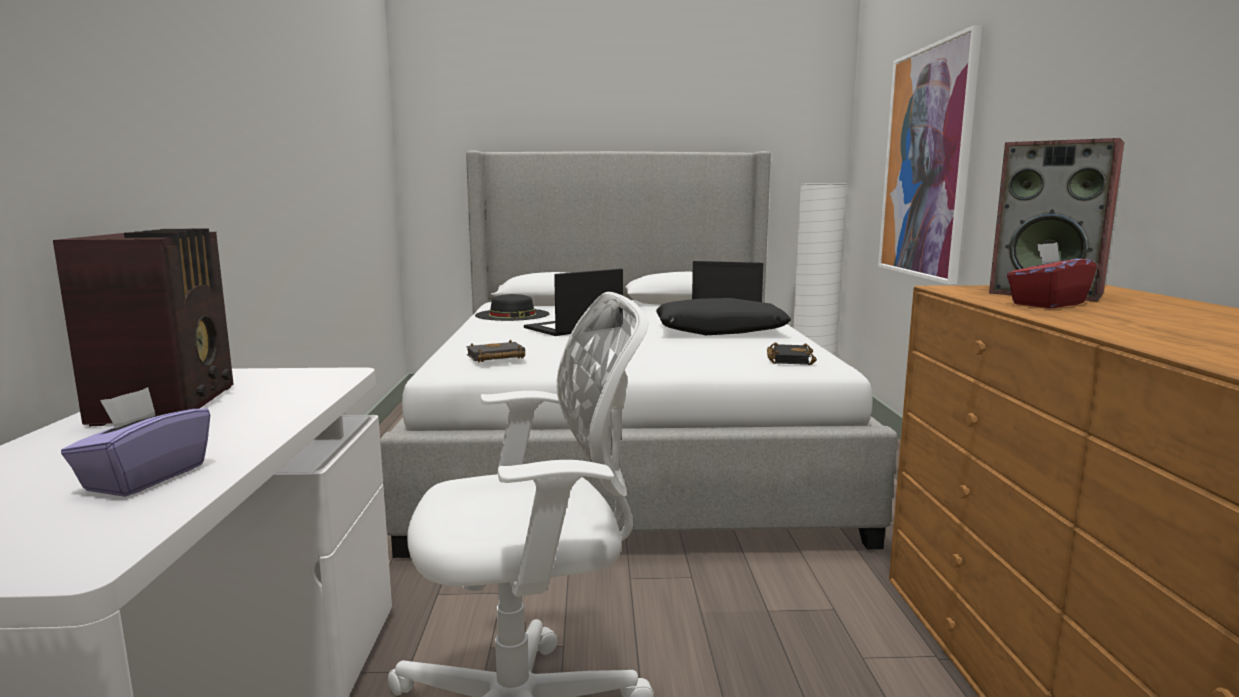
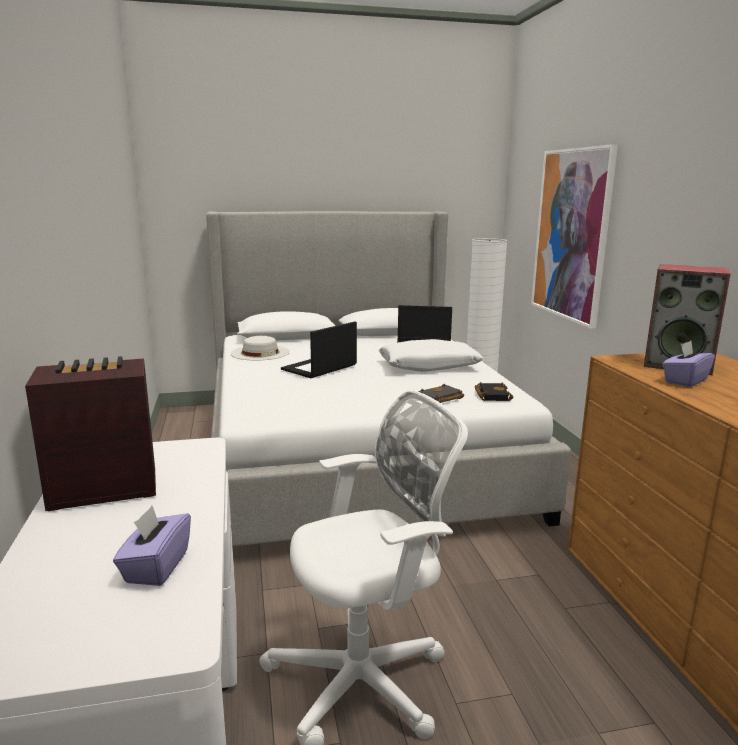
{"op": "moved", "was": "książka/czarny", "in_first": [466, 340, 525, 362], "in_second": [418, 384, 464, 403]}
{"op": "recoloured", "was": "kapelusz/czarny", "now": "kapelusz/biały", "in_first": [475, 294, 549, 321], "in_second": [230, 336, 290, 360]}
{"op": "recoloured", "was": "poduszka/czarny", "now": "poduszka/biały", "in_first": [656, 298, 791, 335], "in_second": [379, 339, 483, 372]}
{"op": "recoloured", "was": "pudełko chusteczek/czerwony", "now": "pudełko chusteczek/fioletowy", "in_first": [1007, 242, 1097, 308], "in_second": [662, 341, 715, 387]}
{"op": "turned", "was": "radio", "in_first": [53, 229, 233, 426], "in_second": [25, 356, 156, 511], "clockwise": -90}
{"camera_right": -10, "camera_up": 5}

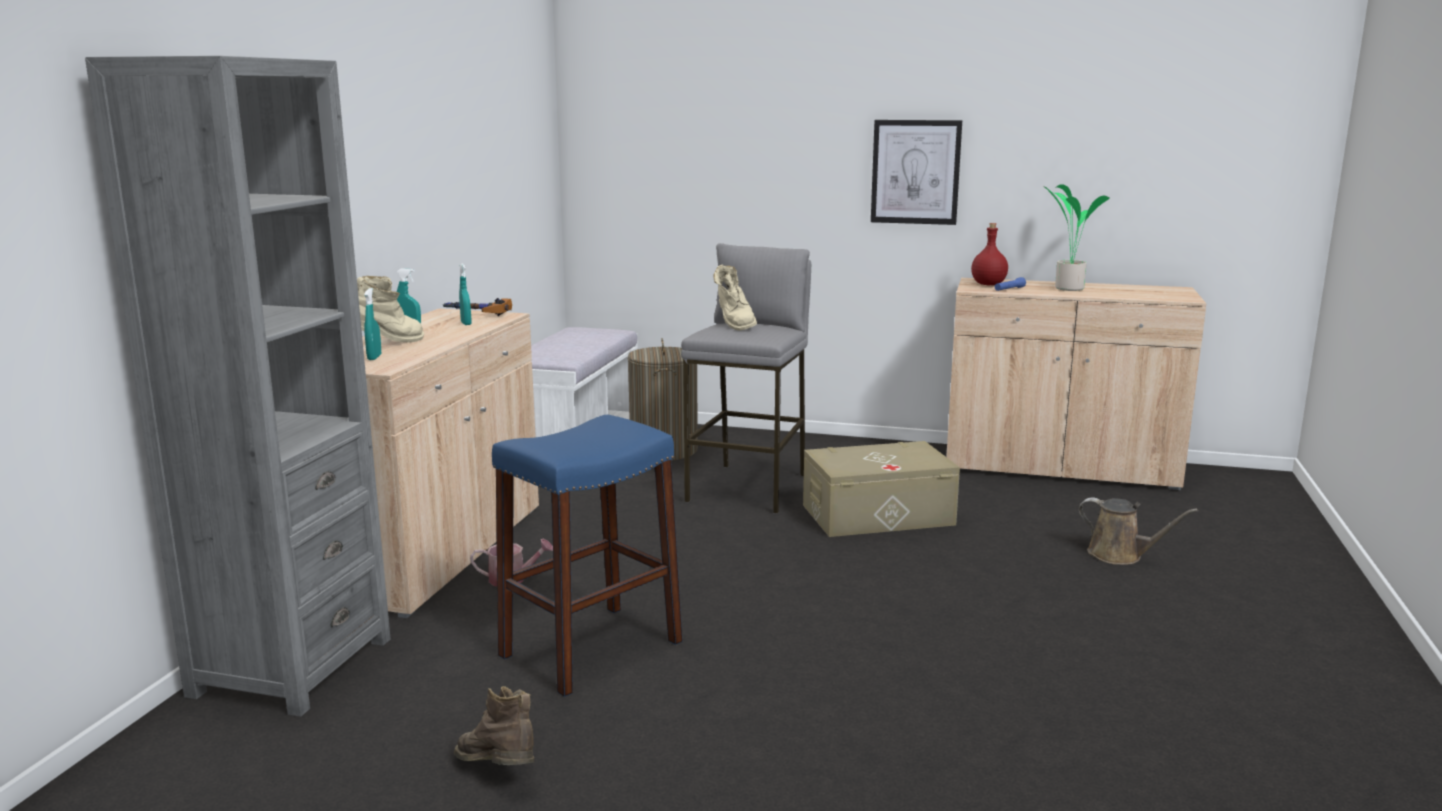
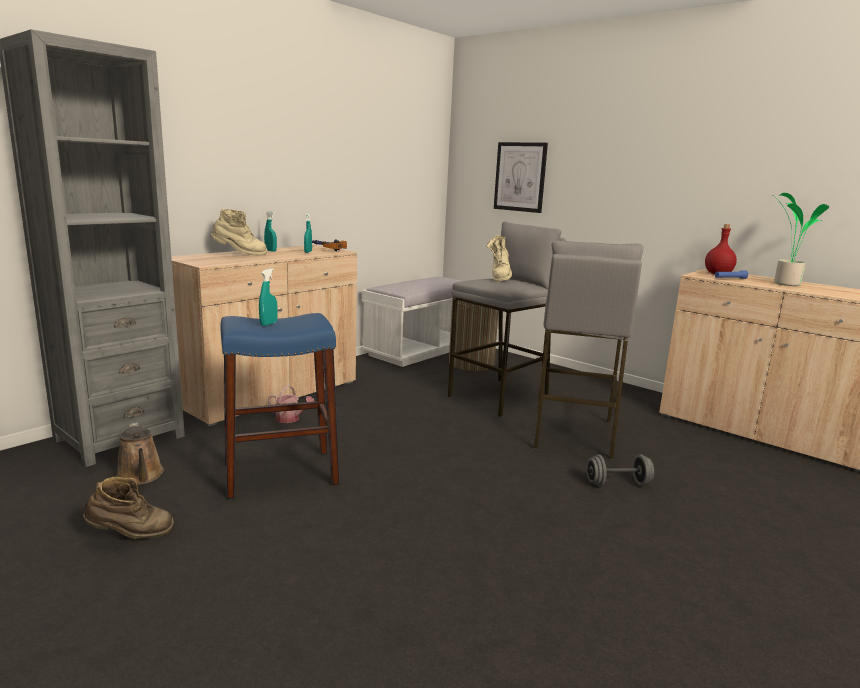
{"op": "added", "now": "hantel/szary", "in_second": [586, 454, 654, 486]}
{"op": "moved", "was": "spryskiwacz/turkusowy", "in_first": [364, 288, 381, 360], "in_second": [259, 268, 278, 326]}
{"op": "moved", "was": "obraz", "in_first": [871, 120, 962, 225], "in_second": [494, 142, 548, 213]}
{"op": "moved", "was": "konewka/brązowy", "in_first": [1078, 498, 1198, 565], "in_second": [116, 422, 164, 485]}
{"op": "replaced", "was": "pojemnik do przechowywania/beżowy", "now": "stołek/szary", "in_first": [803, 441, 960, 537], "in_second": [534, 241, 643, 460]}
{"op": "turned", "was": "but z cholewką/brązowy", "in_first": [454, 686, 534, 765], "in_second": [83, 477, 174, 539], "clockwise": 90}
{"camera_right": 25, "camera_up": 0}

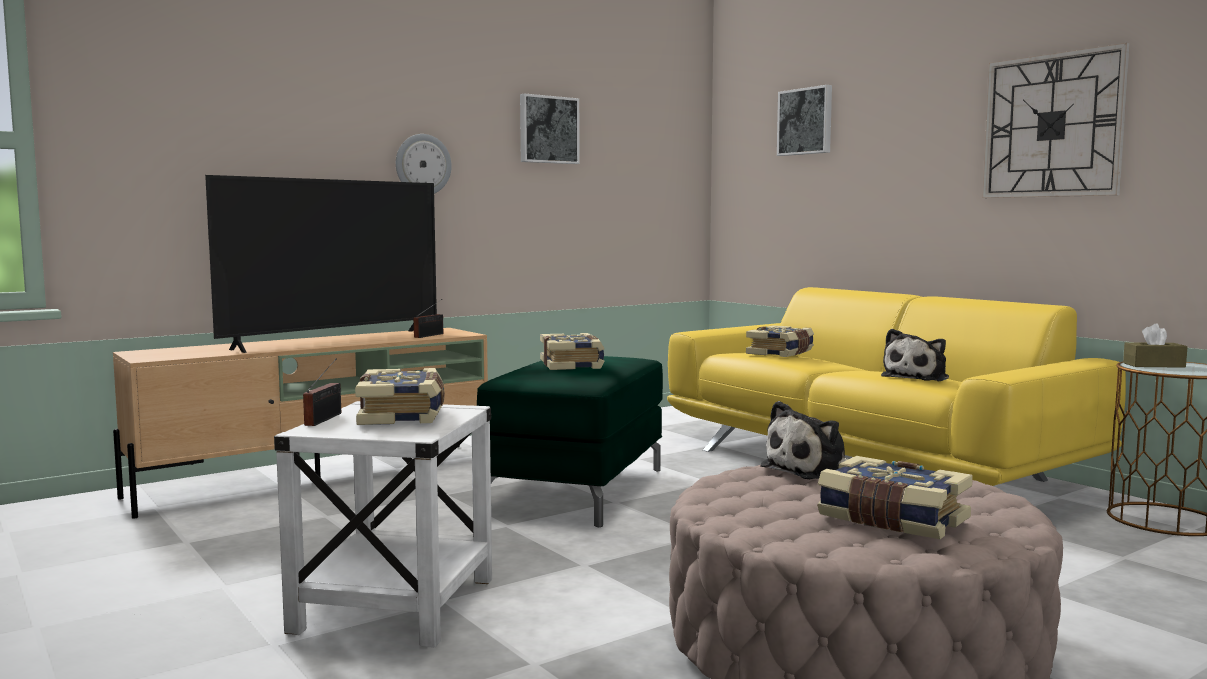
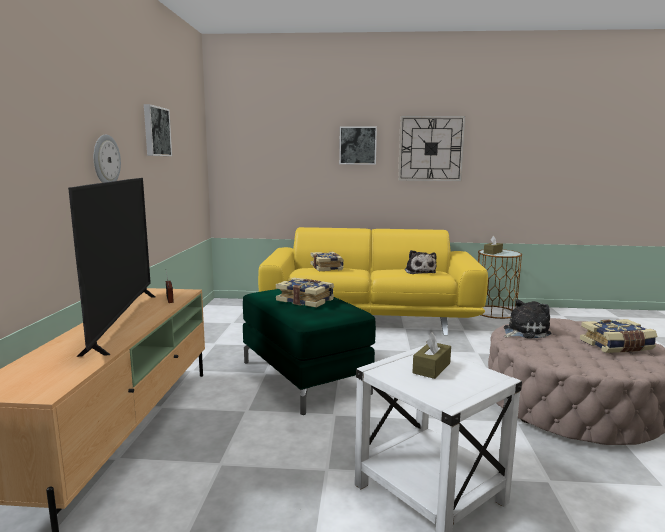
{"op": "removed", "was": "radio", "in_first": [303, 359, 341, 426]}
{"op": "moved", "was": "obraz", "in_first": [777, 85, 832, 156], "in_second": [339, 126, 377, 165]}
{"op": "replaced", "was": "książka", "now": "pudełko chusteczek/brązowy", "in_first": [355, 368, 445, 425], "in_second": [412, 332, 451, 379]}
{"op": "turned", "was": "pluszak", "in_first": [760, 401, 848, 480], "in_second": [504, 299, 552, 339], "clockwise": -120}
{"camera_right": -50, "camera_up": 5}

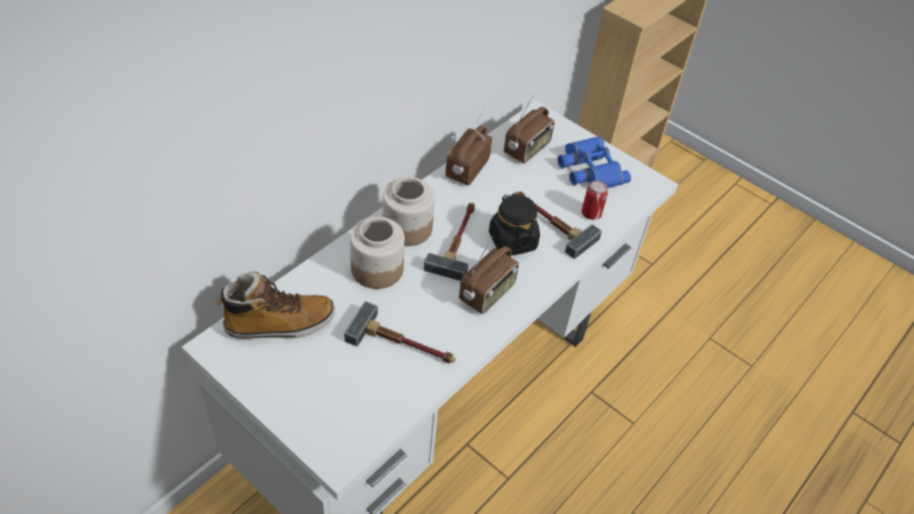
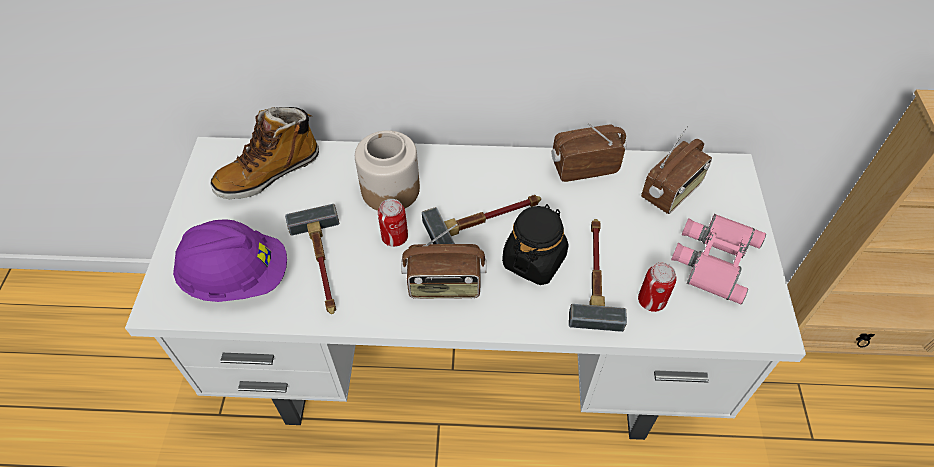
{"op": "removed", "was": "słoik", "in_first": [383, 177, 435, 246]}
{"op": "added", "now": "kask/fioletowy", "in_second": [173, 219, 287, 302]}
{"op": "added", "now": "puszka", "in_second": [378, 199, 408, 247]}
{"op": "recoloured", "was": "lornetka/niebieski", "now": "lornetka/różowy", "in_first": [558, 137, 631, 188], "in_second": [671, 214, 766, 304]}
{"op": "turned", "was": "but z cholewką", "in_first": [216, 271, 335, 339], "in_second": [210, 107, 319, 199], "clockwise": 105}
{"op": "turned", "was": "radio", "in_first": [504, 95, 555, 164], "in_second": [641, 125, 712, 214], "clockwise": -45}
{"camera_right": 55, "camera_up": 5}

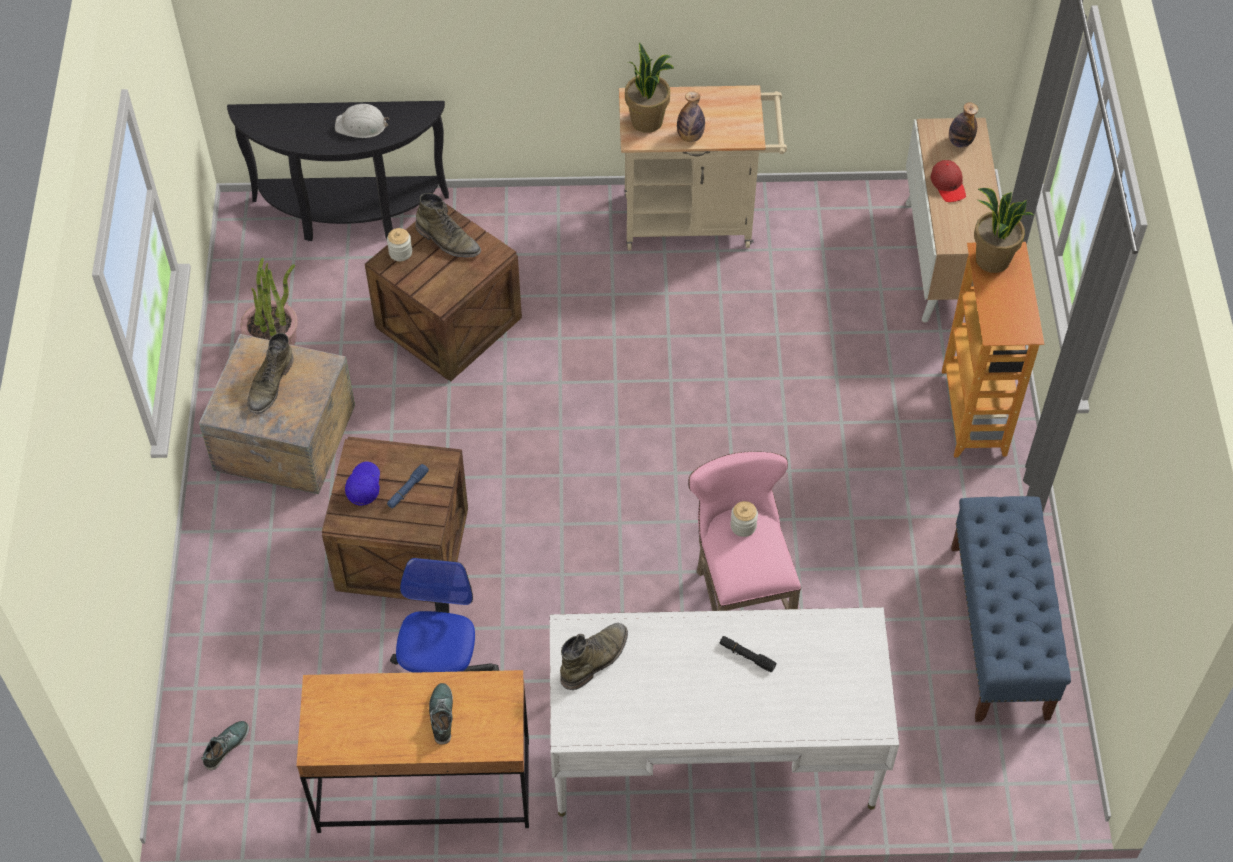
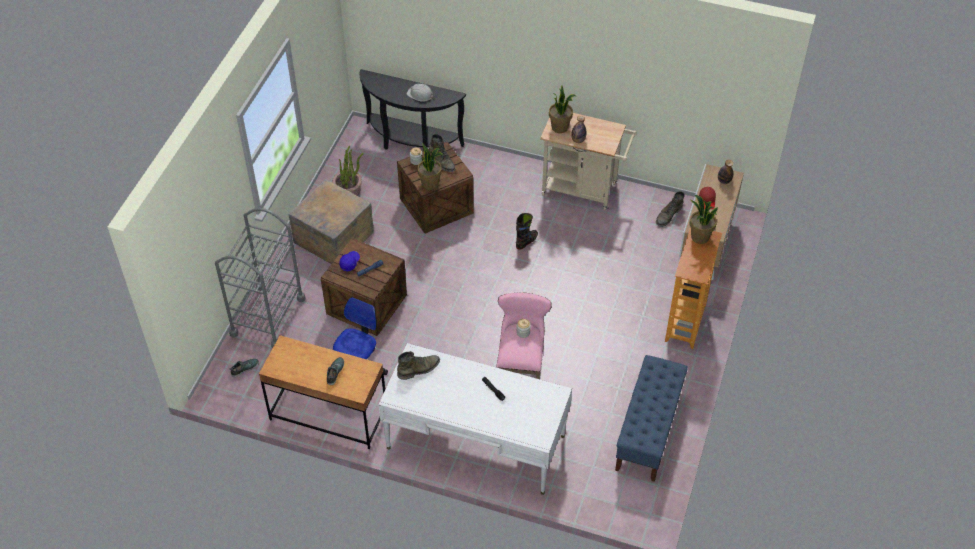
{"op": "added", "now": "wózek/szary", "in_second": [215, 208, 305, 348]}
{"op": "added", "now": "roślina doniczkowa", "in_second": [417, 144, 443, 190]}
{"op": "added", "now": "but z cholewką/czarny", "in_second": [516, 213, 538, 250]}
{"op": "moved", "was": "but z cholewką/zielony", "in_first": [247, 333, 294, 414], "in_second": [656, 191, 685, 227]}
{"camera_right": 20, "camera_up": -5}

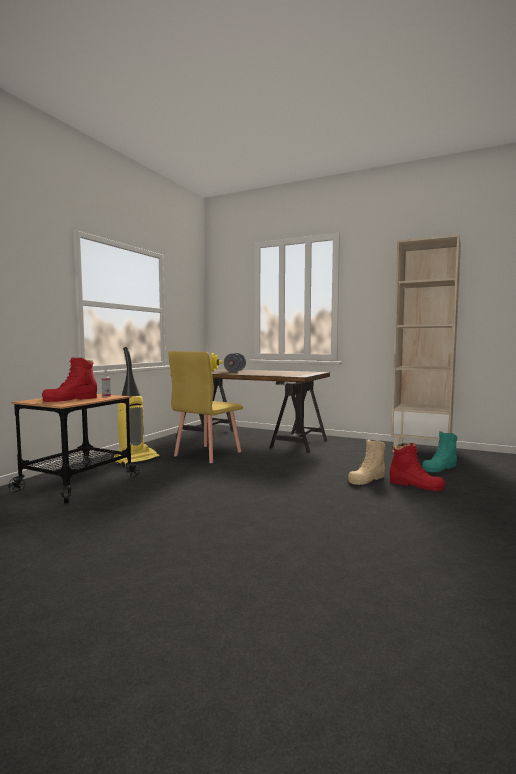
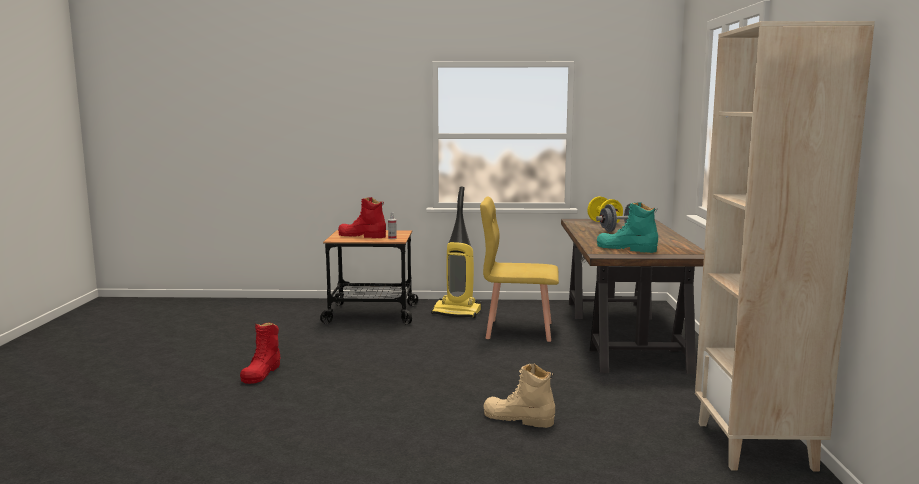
{"op": "moved", "was": "but z cholewką/czerwony", "in_first": [389, 443, 445, 491], "in_second": [240, 322, 281, 384]}
{"op": "moved", "was": "but z cholewką/turkusowy", "in_first": [422, 431, 457, 472], "in_second": [597, 202, 658, 253]}
{"camera_right": 65, "camera_up": 5}

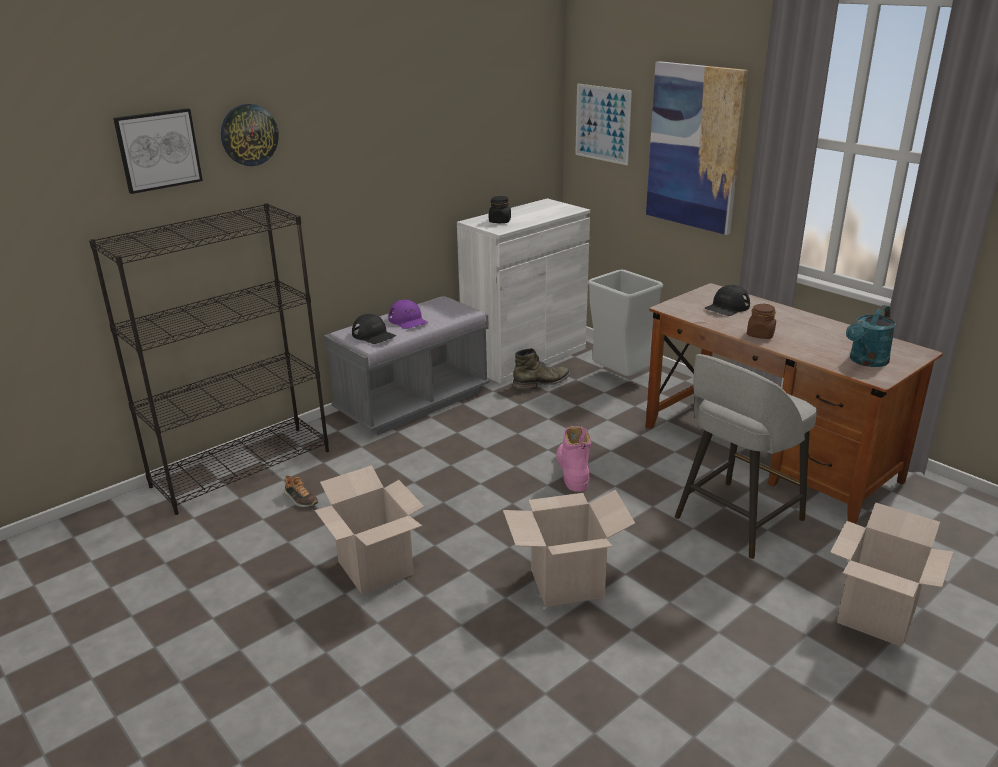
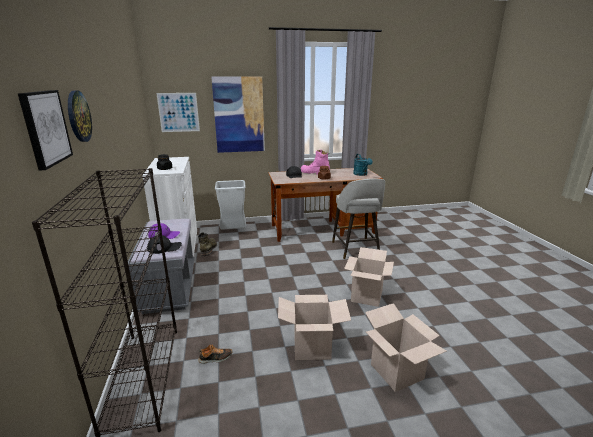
{"op": "moved", "was": "but z cholewką/różowy", "in_first": [556, 426, 591, 492], "in_second": [301, 150, 330, 175]}
{"op": "moved", "was": "karton", "in_first": [830, 503, 954, 647], "in_second": [365, 303, 447, 392]}
{"camera_right": -60, "camera_up": -5}

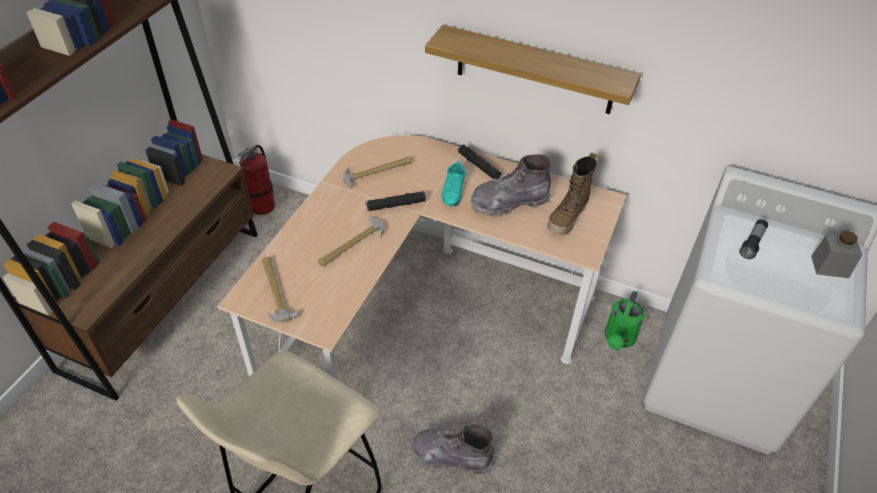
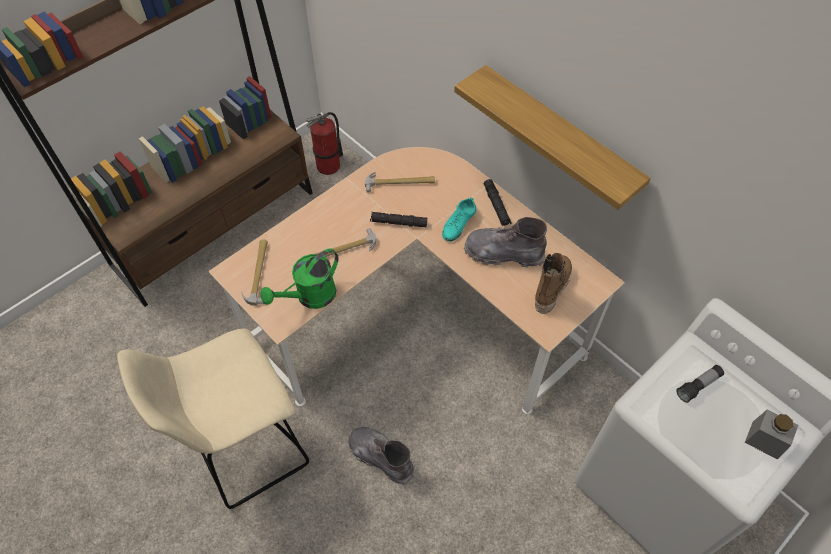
{"op": "moved", "was": "konewka/zielony", "in_first": [605, 291, 645, 350], "in_second": [260, 249, 339, 309]}
{"op": "turned", "was": "but z cholewką", "in_first": [548, 152, 597, 235], "in_second": [535, 253, 572, 314], "clockwise": 150}
{"camera_right": 25, "camera_up": 10}

